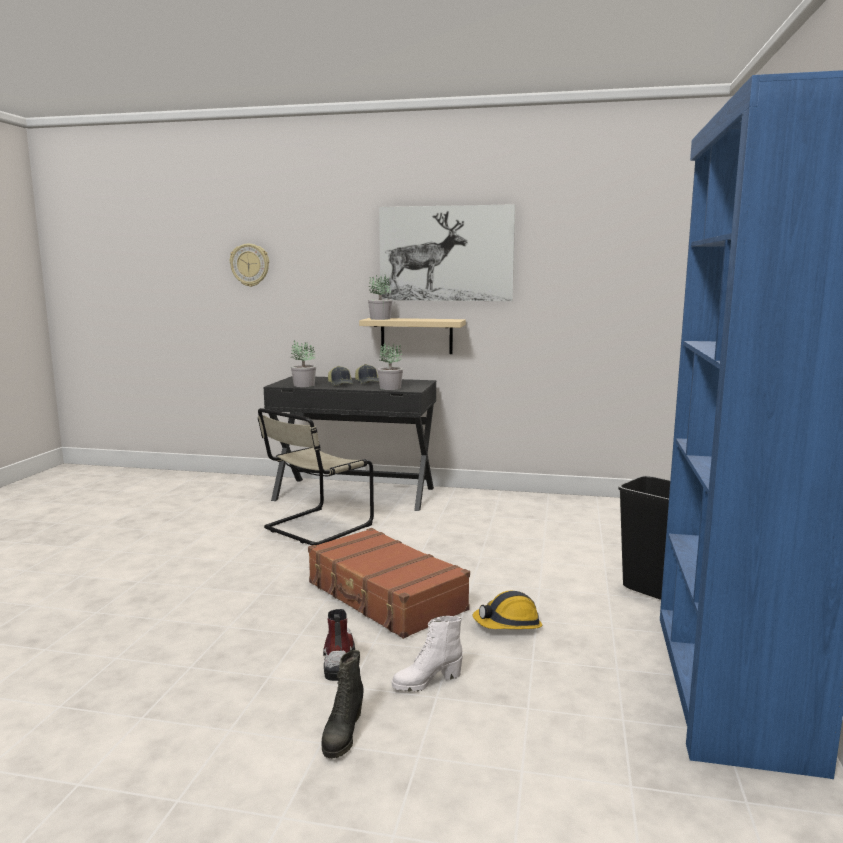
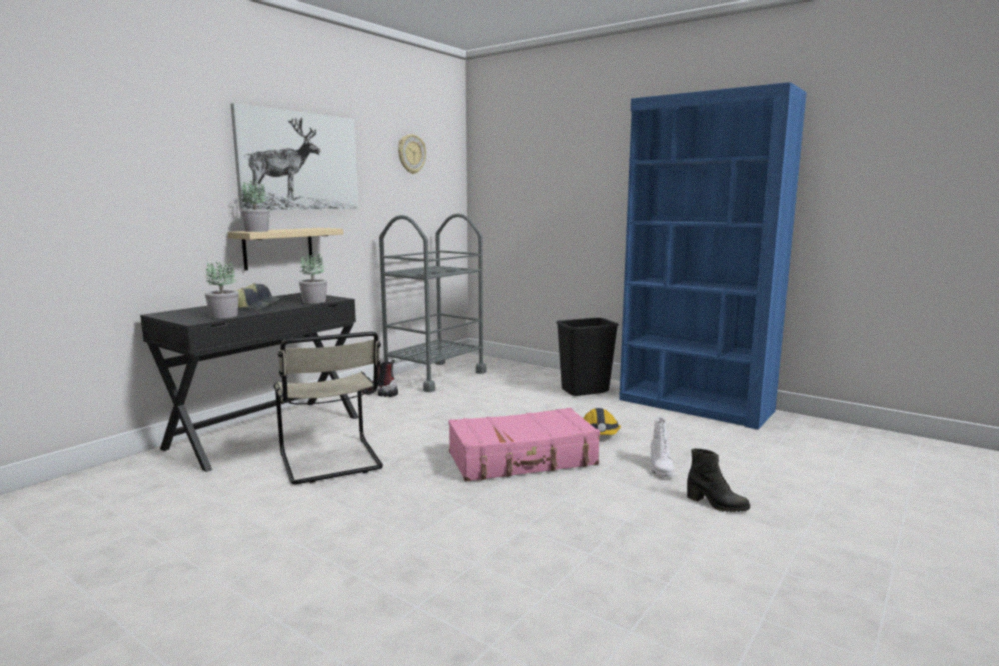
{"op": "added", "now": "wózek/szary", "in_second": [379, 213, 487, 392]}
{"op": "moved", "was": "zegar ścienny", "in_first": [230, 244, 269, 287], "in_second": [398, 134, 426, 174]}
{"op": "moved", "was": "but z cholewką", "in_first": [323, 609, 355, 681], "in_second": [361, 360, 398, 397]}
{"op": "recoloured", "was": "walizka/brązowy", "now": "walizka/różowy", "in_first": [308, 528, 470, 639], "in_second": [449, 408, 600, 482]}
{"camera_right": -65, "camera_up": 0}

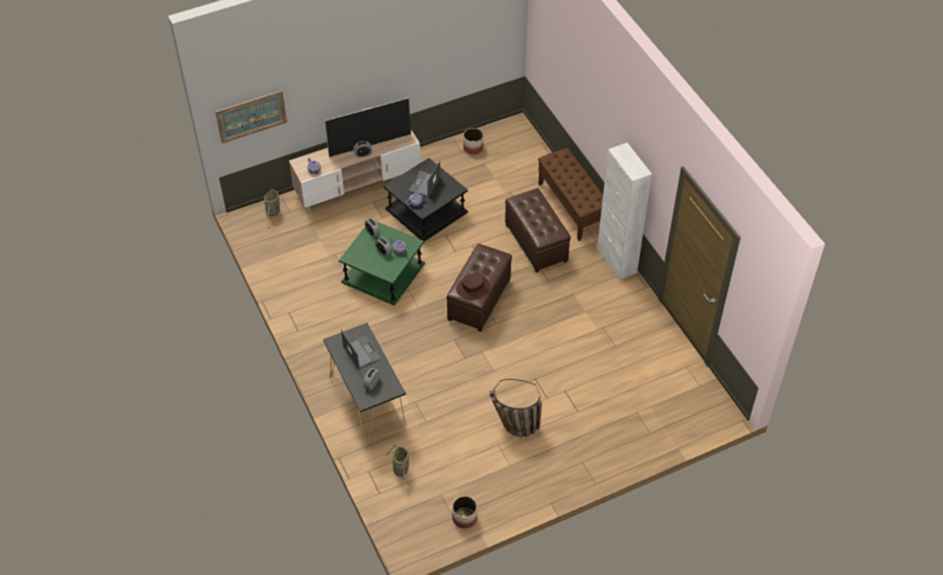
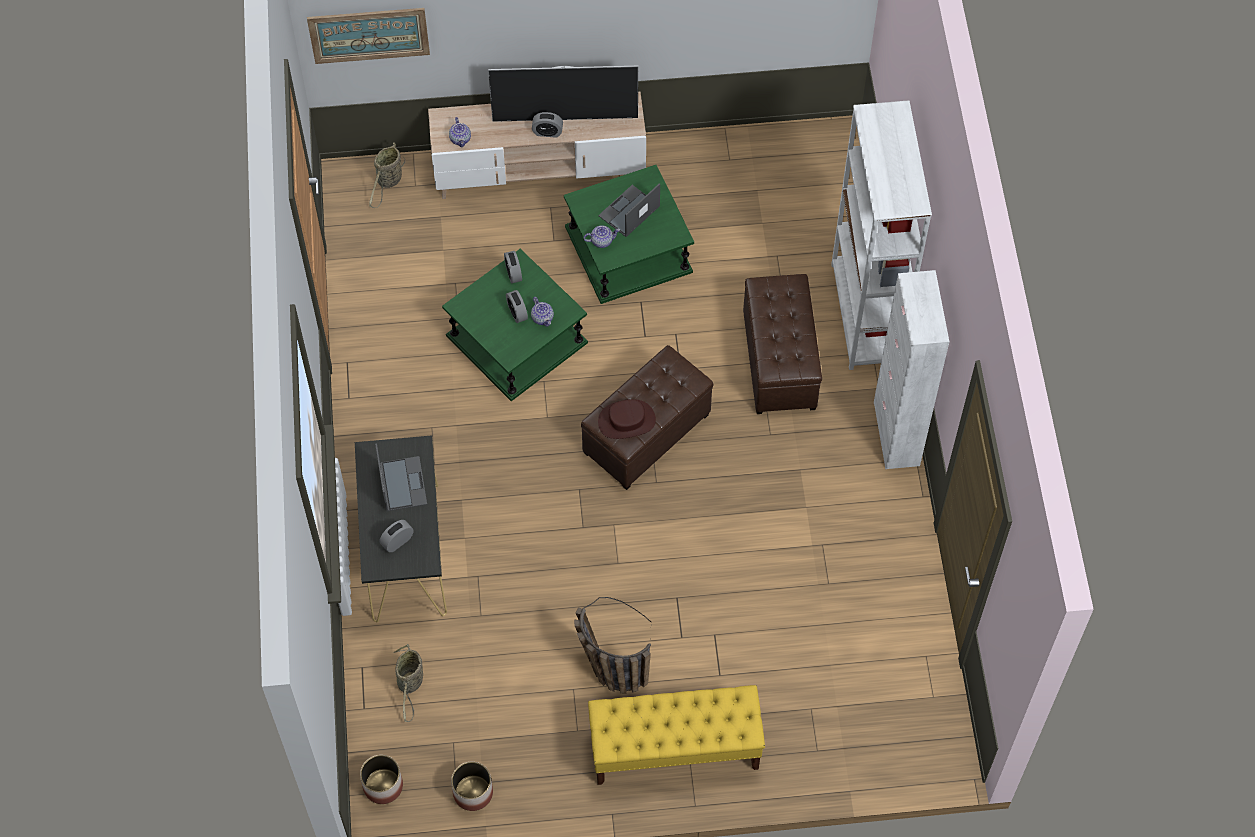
{"op": "added", "now": "ławka/żółty", "in_second": [588, 685, 765, 785]}
{"op": "moved", "was": "donica", "in_first": [463, 128, 483, 154], "in_second": [360, 755, 403, 804]}
{"op": "replaced", "was": "ławka/brązowy", "now": "regał/biały", "in_first": [538, 148, 603, 241], "in_second": [831, 100, 932, 370]}
{"op": "recoloured", "was": "stolik/czarny", "now": "stolik/zielony", "in_first": [384, 158, 468, 241], "in_second": [564, 165, 694, 304]}
{"camera_right": 20, "camera_up": 10}

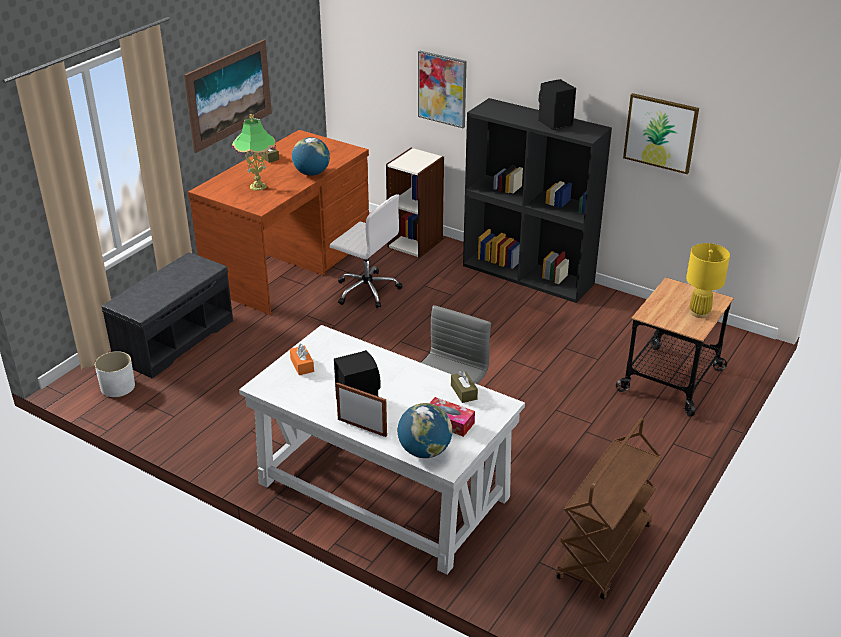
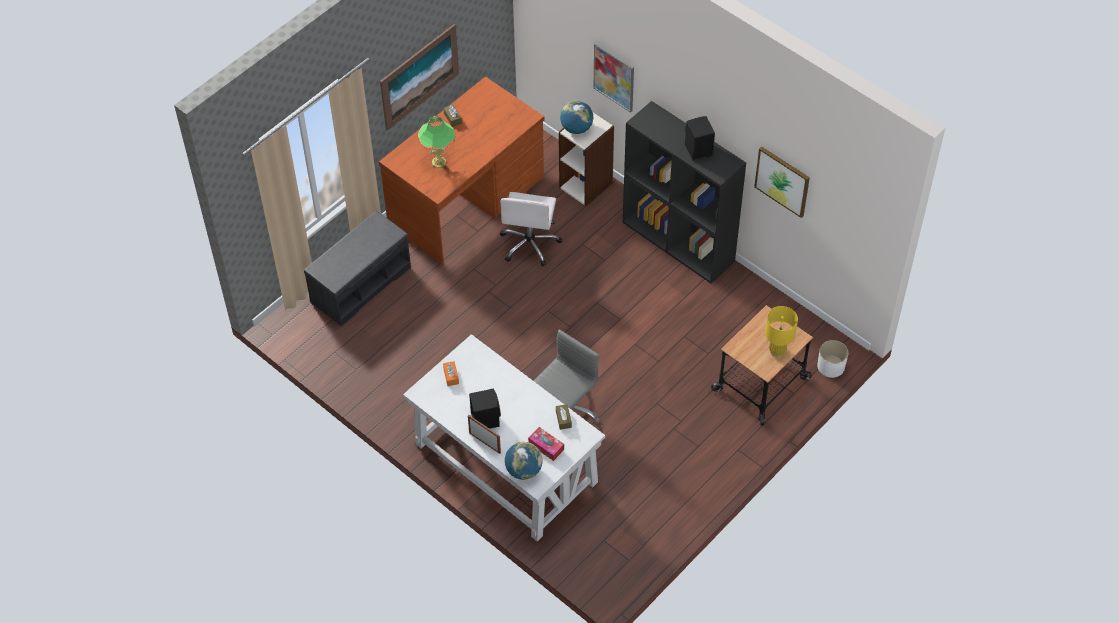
{"op": "removed", "was": "wózek/brązowy", "in_first": [556, 418, 661, 599]}
{"op": "moved", "was": "donica/biały", "in_first": [95, 351, 135, 397], "in_second": [817, 340, 848, 378]}
{"op": "moved", "was": "globus", "in_first": [292, 137, 330, 176], "in_second": [560, 101, 593, 134]}
{"op": "turned", "was": "krzesło biurowe/biały", "in_first": [330, 194, 402, 308], "in_second": [500, 192, 563, 266], "clockwise": 60}
{"camera_right": 10, "camera_up": 20}

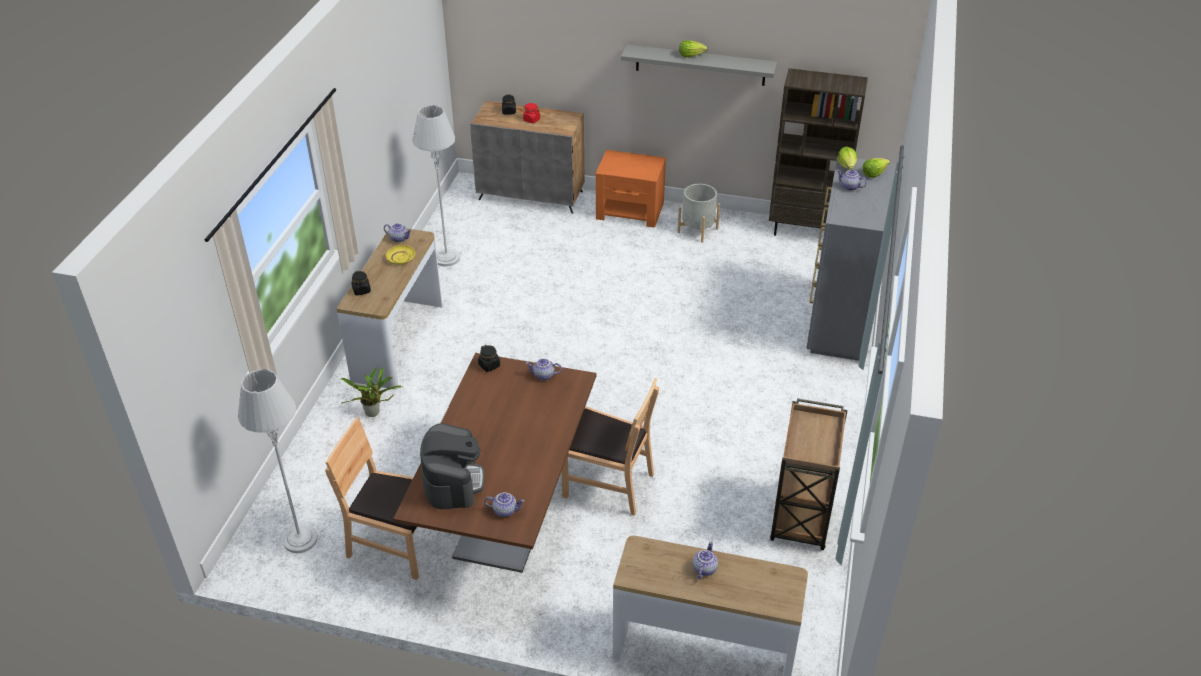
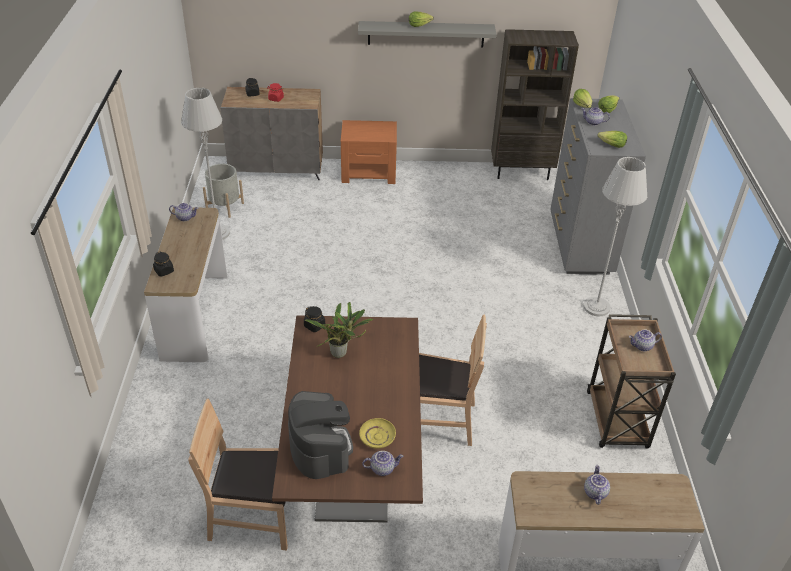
{"op": "added", "now": "sałata", "in_second": [598, 131, 627, 148]}
{"op": "moved", "was": "lampa stojąca/szary", "in_first": [238, 369, 318, 553], "in_second": [583, 157, 647, 316]}
{"op": "moved", "was": "roślina doniczkowa", "in_first": [341, 368, 402, 417], "in_second": [305, 302, 374, 358]}
{"op": "moved", "was": "talerz/żółty", "in_first": [386, 245, 415, 265], "in_second": [359, 418, 396, 449]}
{"op": "moved", "was": "imbryk", "in_first": [526, 358, 562, 381], "in_second": [629, 330, 662, 351]}
{"op": "moved", "was": "donica/szary", "in_first": [677, 184, 720, 243], "in_second": [203, 164, 244, 218]}
{"camera_right": -15, "camera_up": 0}

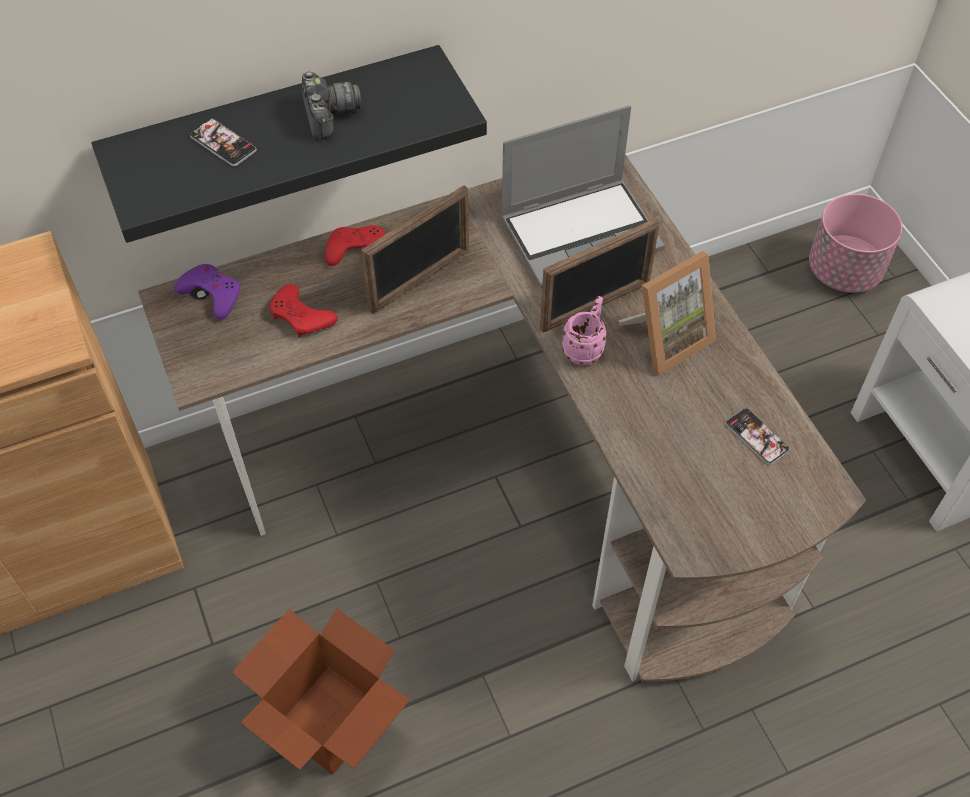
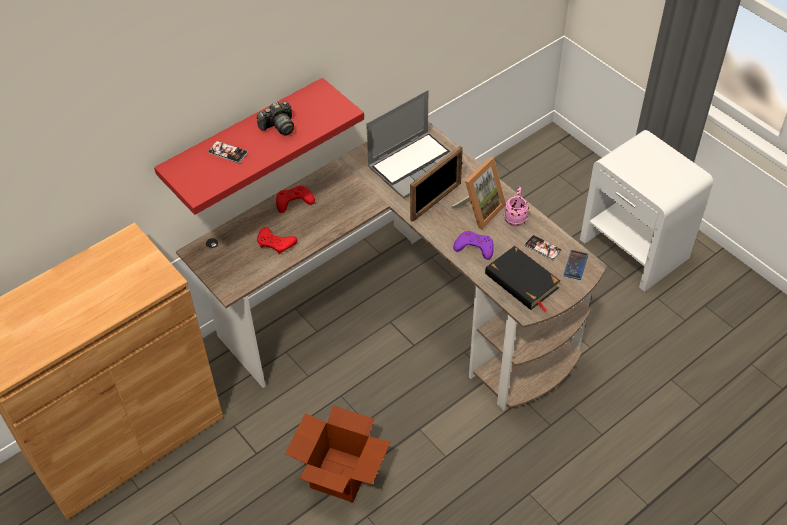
{"op": "removed", "was": "ramka na zdjęcie", "in_first": [361, 185, 469, 314]}
{"op": "removed", "was": "donica/różowy", "in_first": [809, 194, 902, 293]}
{"op": "added", "now": "książka/czarny", "in_second": [485, 246, 560, 312]}
{"op": "added", "now": "telefon", "in_second": [564, 250, 588, 280]}
{"op": "moved", "was": "pad do gier/fioletowy", "in_first": [174, 264, 240, 320], "in_second": [453, 231, 494, 260]}
{"op": "moved", "was": "kubek/różowy", "in_first": [562, 296, 607, 365], "in_second": [504, 187, 529, 226]}
{"op": "recoloured", "was": "półka/czarny", "now": "półka/czerwony", "in_first": [91, 45, 487, 243], "in_second": [154, 78, 364, 215]}
{"op": "turned", "was": "aparat fotograficzny", "in_first": [302, 71, 361, 140], "in_second": [257, 101, 294, 136], "clockwise": 90}
{"camera_right": -15, "camera_up": -5}

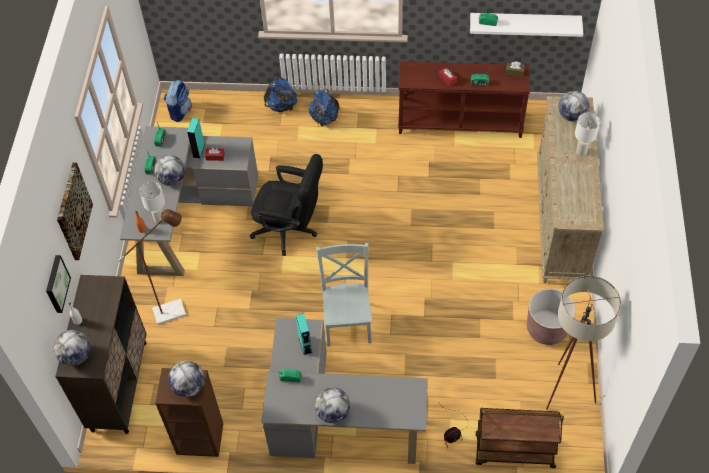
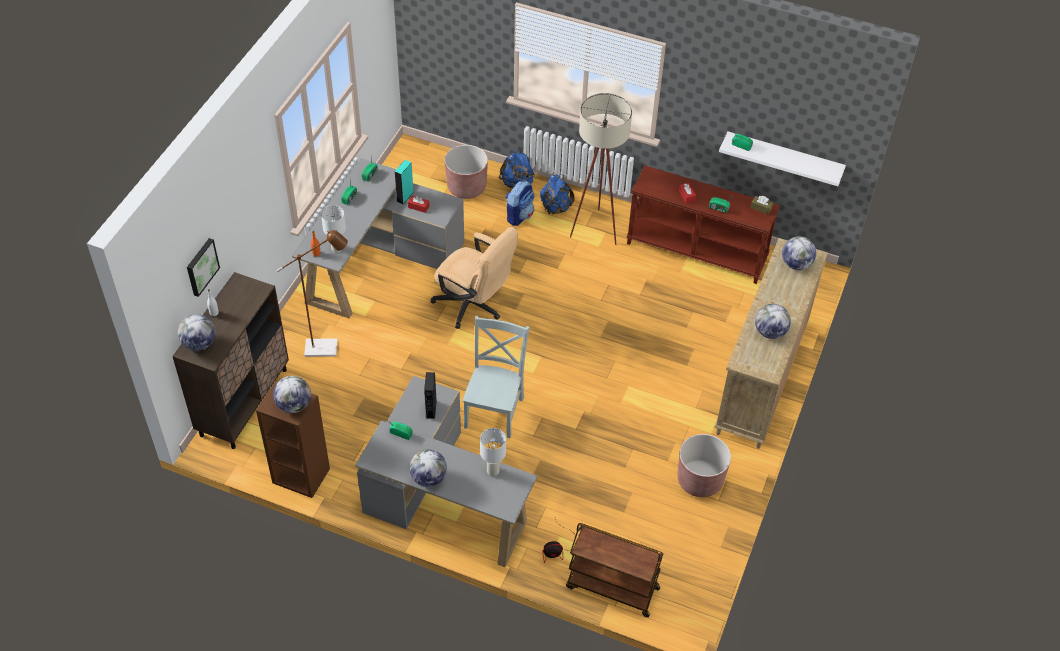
{"op": "removed", "was": "obraz", "in_first": [57, 162, 93, 260]}
{"op": "added", "now": "donica/brązowy", "in_second": [444, 145, 488, 199]}
{"op": "moved", "was": "globus", "in_first": [154, 155, 185, 186], "in_second": [755, 304, 791, 339]}
{"op": "moved", "was": "plecak", "in_first": [164, 80, 192, 122], "in_second": [505, 181, 535, 226]}
{"op": "moved", "was": "lampa stojąca/beżowy", "in_first": [546, 276, 621, 410], "in_second": [570, 93, 632, 245]}
{"op": "moved", "was": "lampa stołowa/biały", "in_first": [575, 113, 600, 156], "in_second": [480, 428, 506, 476]}
{"op": "recoloured", "was": "krzesło biurowe/czarny", "now": "krzesło biurowe/beżowy", "in_first": [250, 154, 323, 256], "in_second": [431, 227, 518, 329]}
{"op": "recoloured", "was": "głośnik/turkusowy", "now": "głośnik/czarny", "in_first": [296, 313, 312, 355], "in_second": [424, 372, 437, 419]}
{"camera_right": 15, "camera_up": -5}

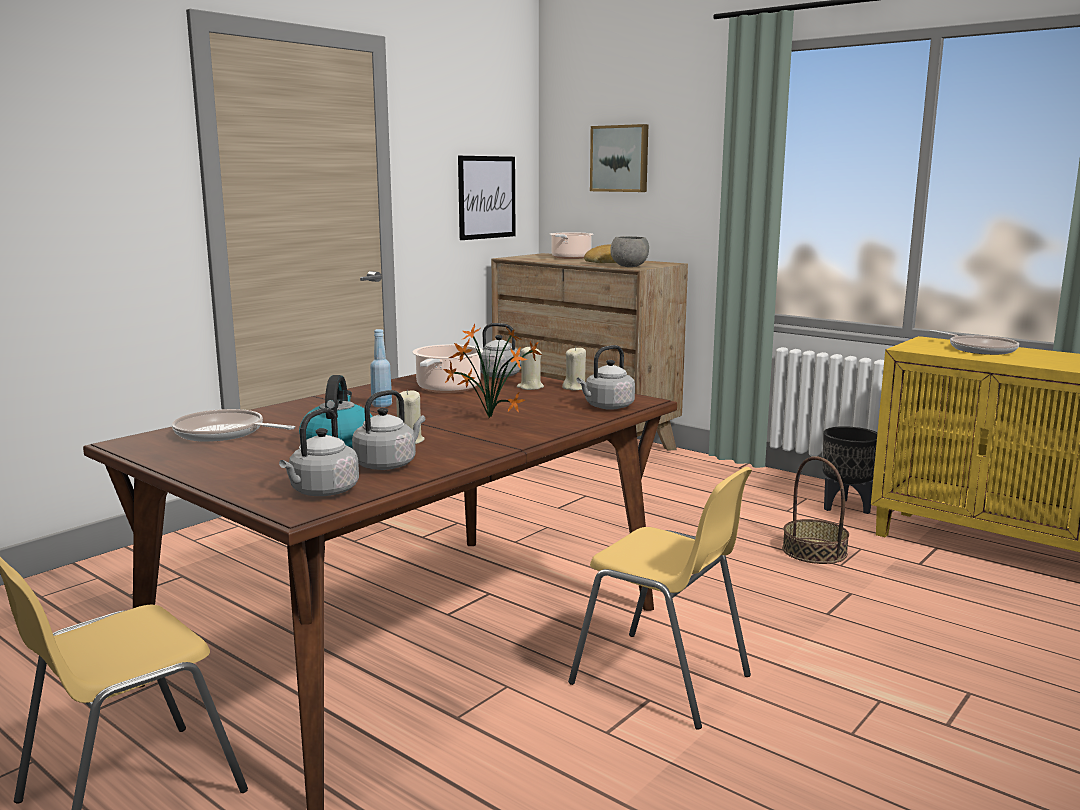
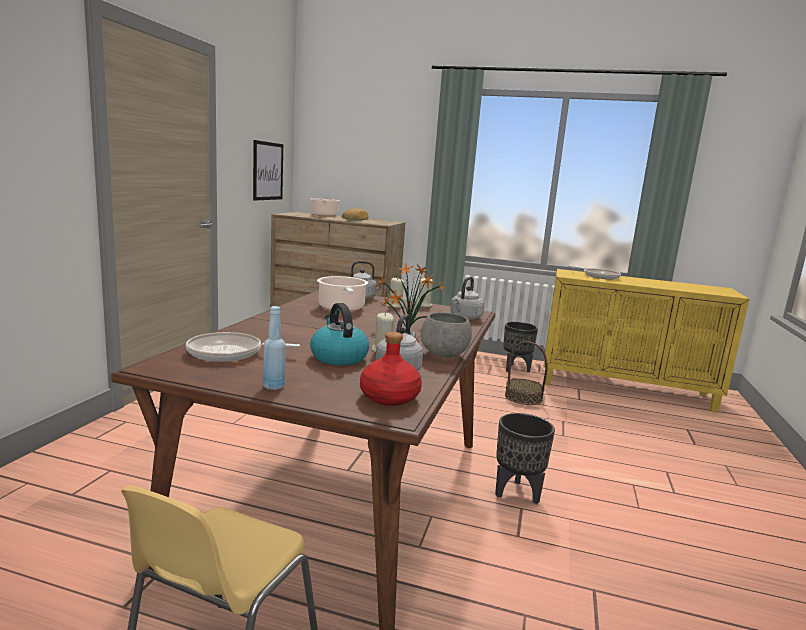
{"op": "removed", "was": "obraz", "in_first": [590, 124, 648, 192]}
{"op": "moved", "was": "butelka/niebieski", "in_first": [370, 329, 392, 407], "in_second": [263, 306, 285, 390]}
{"op": "moved", "was": "miska/szary", "in_first": [610, 236, 649, 267], "in_second": [420, 312, 472, 358]}
{"op": "replaced", "was": "czajnik/szary", "now": "butelka/czerwony", "in_first": [279, 408, 359, 496], "in_second": [360, 332, 422, 406]}
{"op": "replaced", "was": "krzesło/żółty", "now": "donica/czarny", "in_first": [568, 467, 752, 730], "in_second": [495, 413, 555, 504]}
{"camera_right": -25, "camera_up": 0}

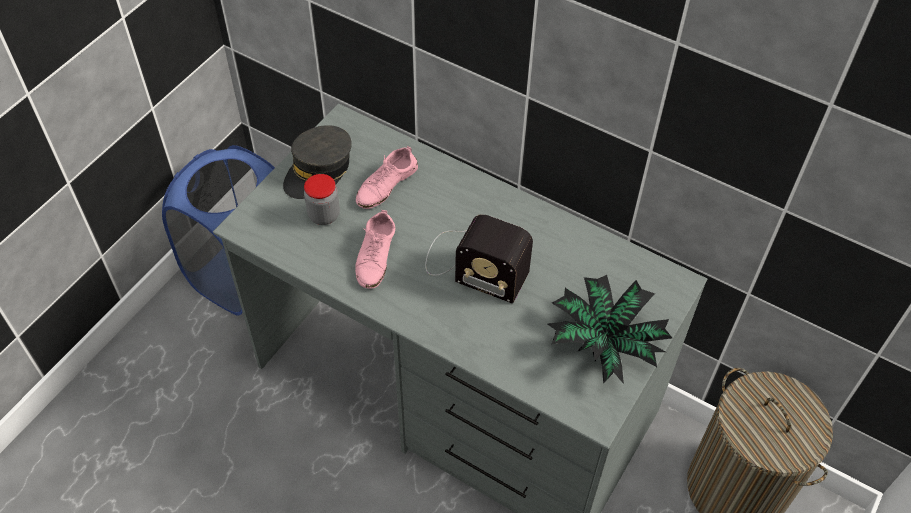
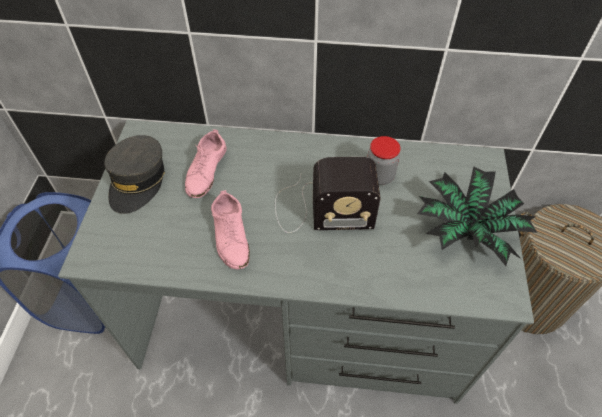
{"op": "moved", "was": "słoik", "in_first": [304, 174, 340, 225], "in_second": [367, 136, 401, 185]}
{"camera_right": -25, "camera_up": 0}

